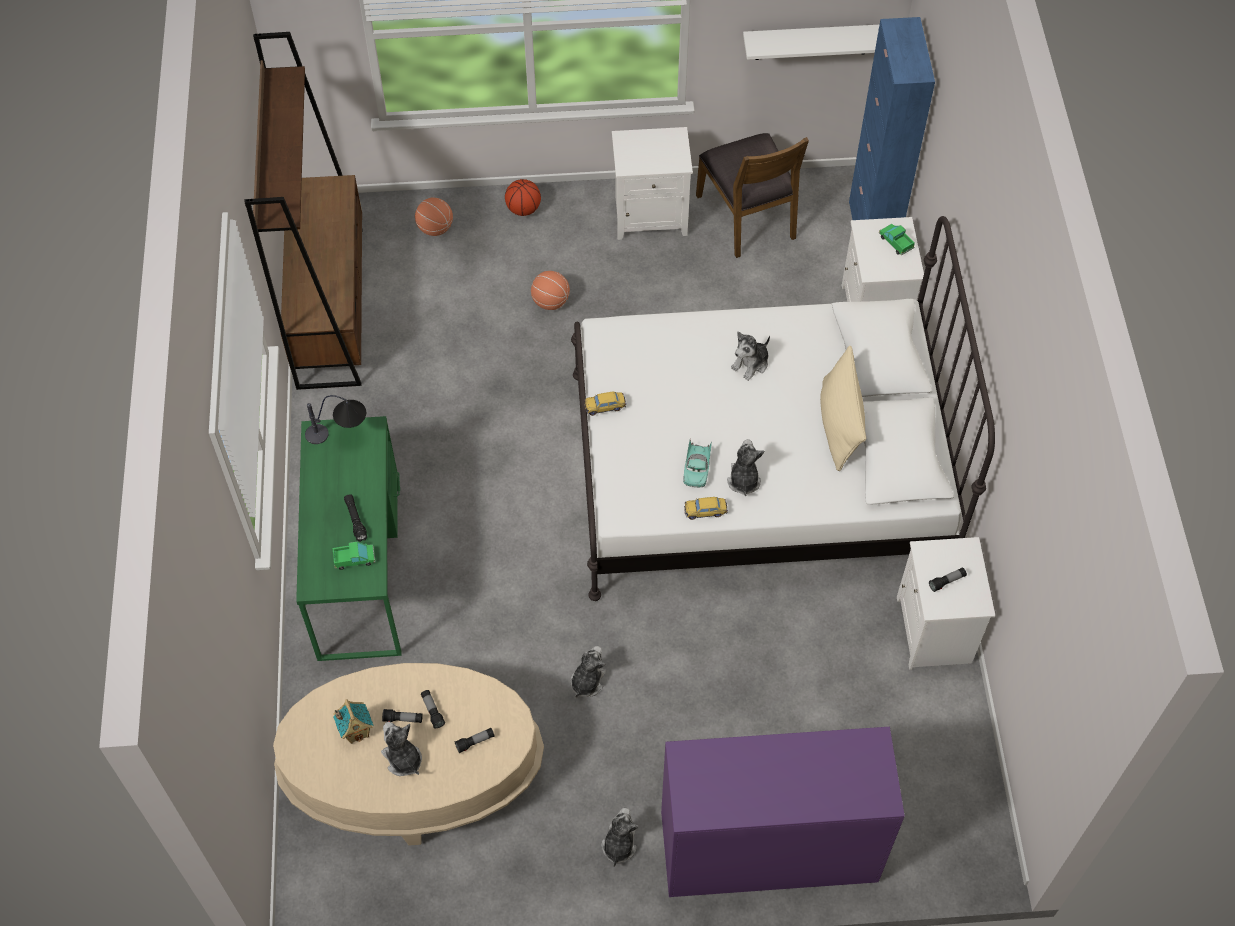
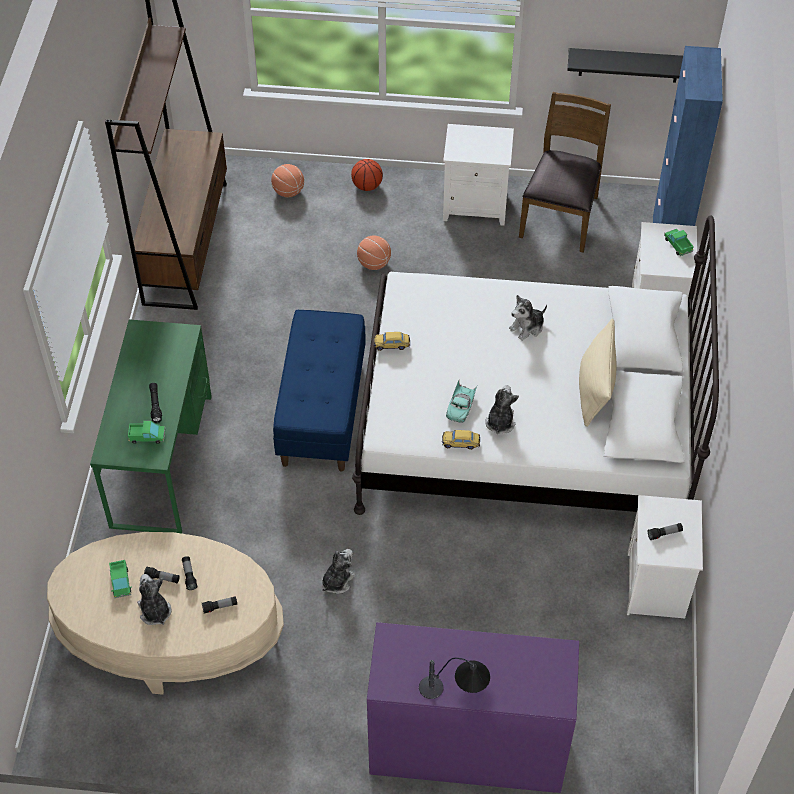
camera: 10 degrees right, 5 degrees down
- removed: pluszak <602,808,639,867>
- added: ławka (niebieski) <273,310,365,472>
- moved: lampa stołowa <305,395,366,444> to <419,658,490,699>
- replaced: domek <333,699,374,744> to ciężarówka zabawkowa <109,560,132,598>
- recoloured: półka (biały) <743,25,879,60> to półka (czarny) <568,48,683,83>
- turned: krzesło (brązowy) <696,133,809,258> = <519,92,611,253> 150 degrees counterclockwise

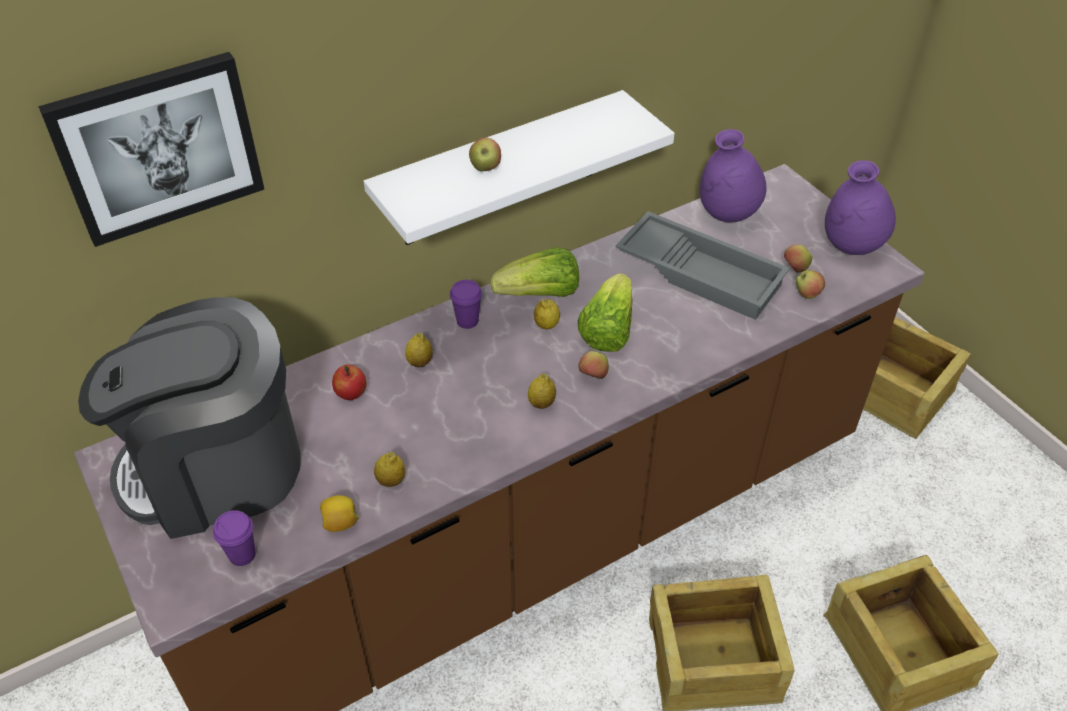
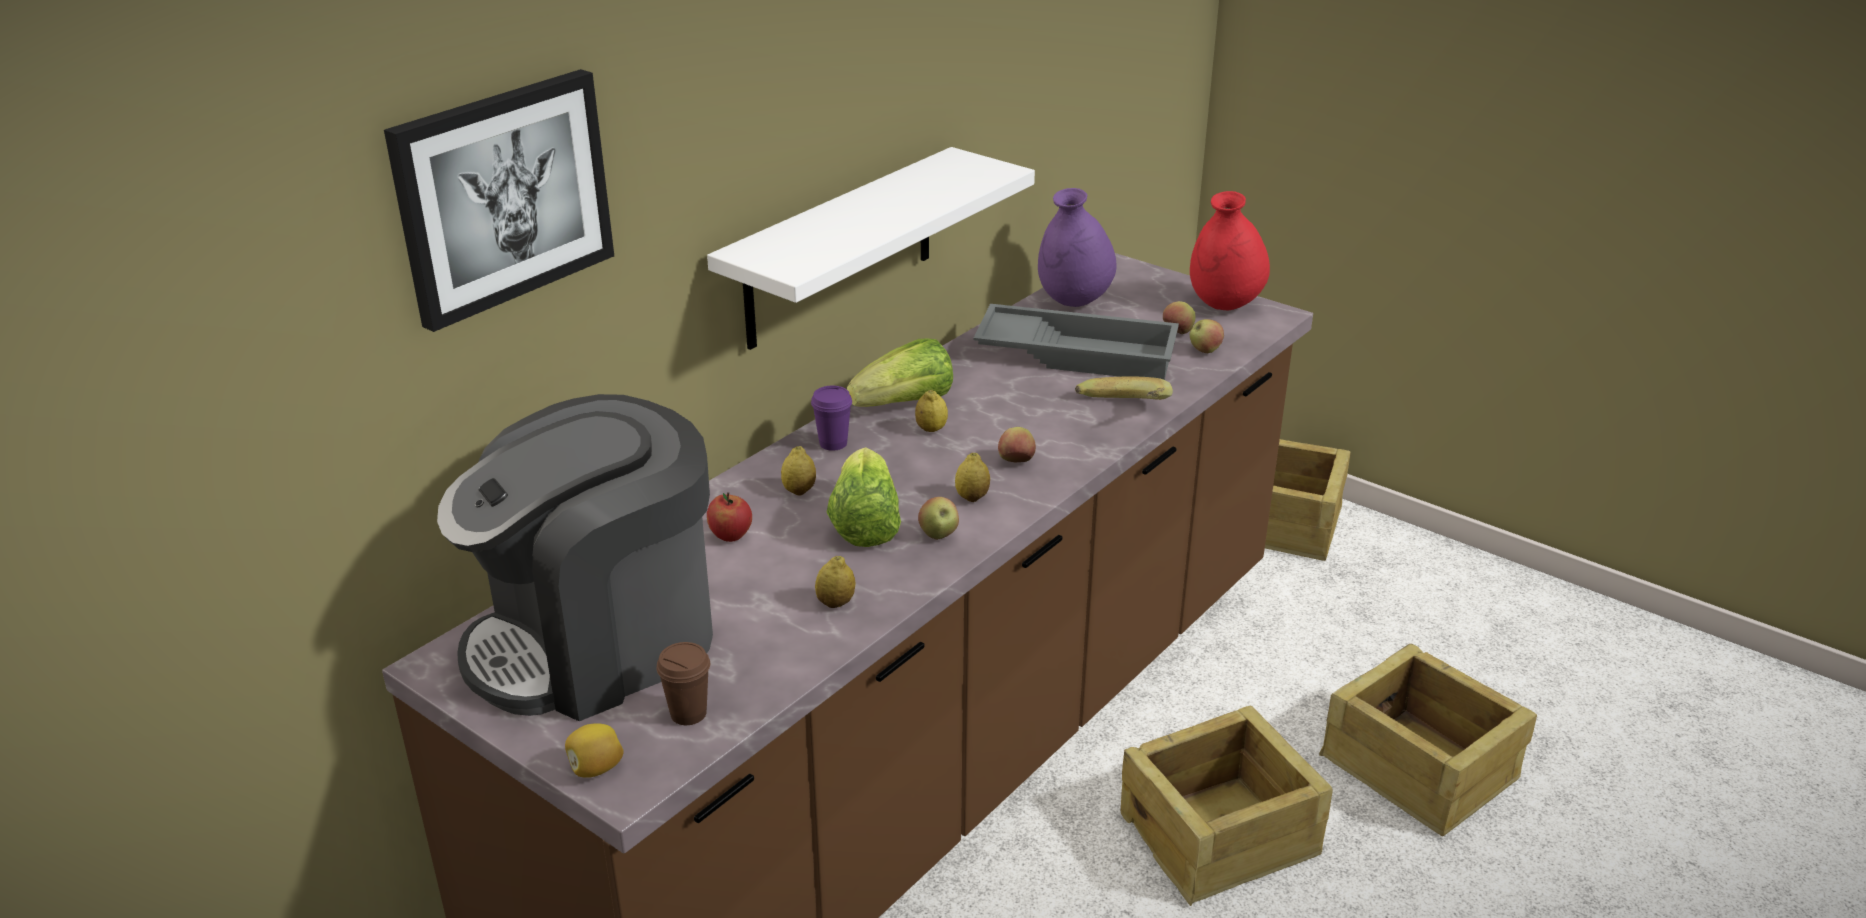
camera: 20 degrees left, 15 degrees down
- added: banan <1075,376,1173,400>
- moved: cytryna <320,495,359,532> to <565,723,624,778>
- moved: jabłko <469,138,501,171> to <918,497,959,540>
- moved: sałata <578,274,632,352> to <826,447,901,547>
- recoloured: filiżanka (fioletowy) <213,510,256,566> to filiżanka (brązowy) <656,642,710,725>
- recoloured: wazon (fioletowy) <825,160,896,255> to wazon (czerwony) <1190,191,1270,310>

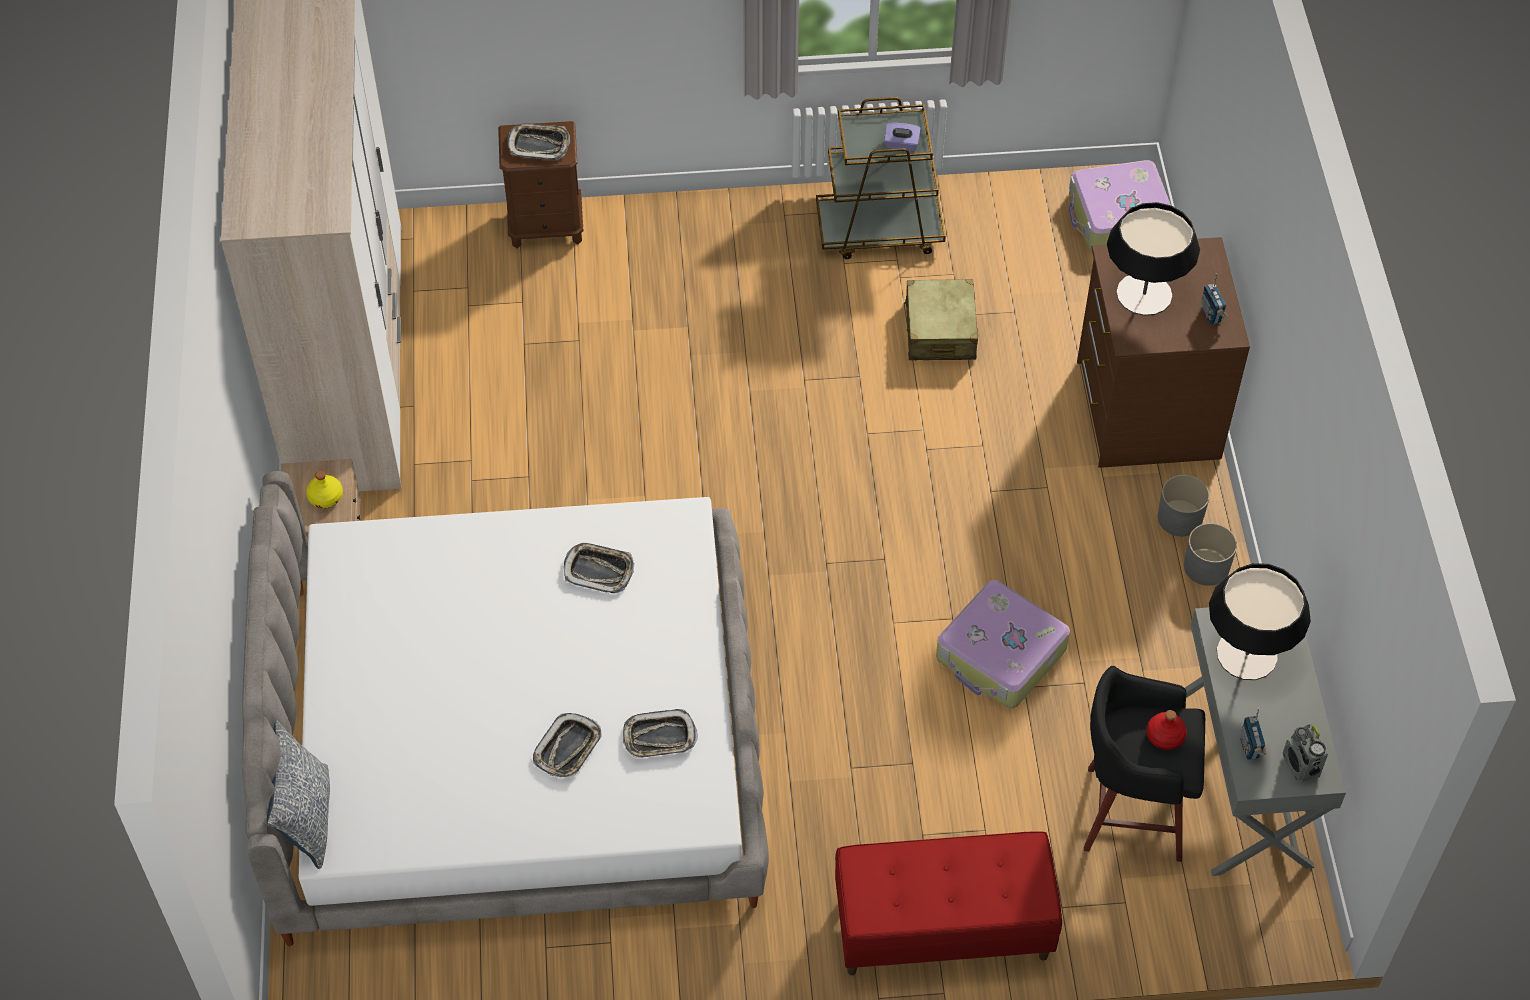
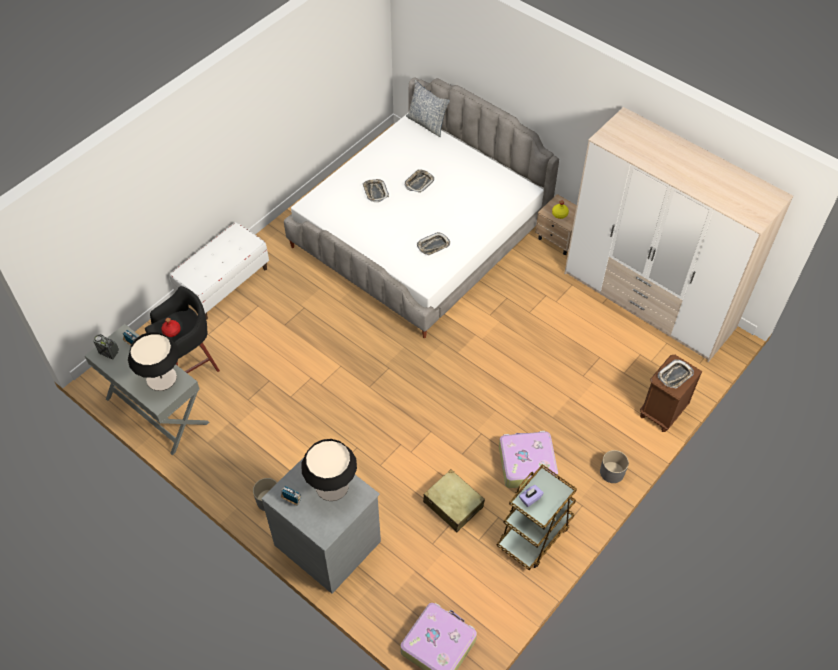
camera: 135 degrees right, 0 degrees up
- moved: taca <623,709,698,758> to <405,169,434,193>
- moved: walizka <936,580,1070,708> to <499,431,558,488>
- moved: donica (szary) <1184,523,1237,586> to <600,450,629,483>
- recoloured: ławka (czerwony) <835,831,1062,975> to ławka (biały) <170,222,269,320>
- recoloured: komoda (brązowy) <1077,237,1250,468> to komoda (szary) <261,457,381,594>

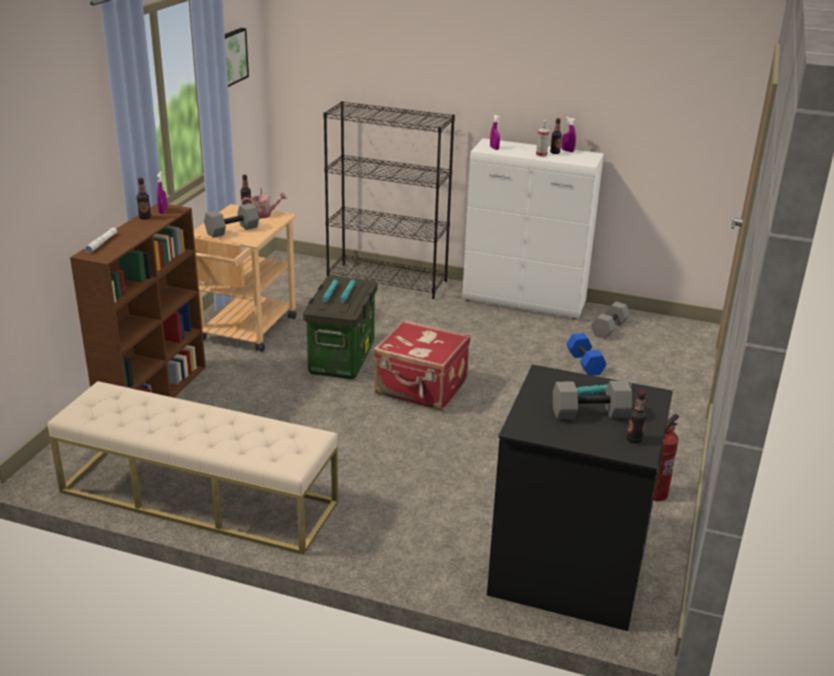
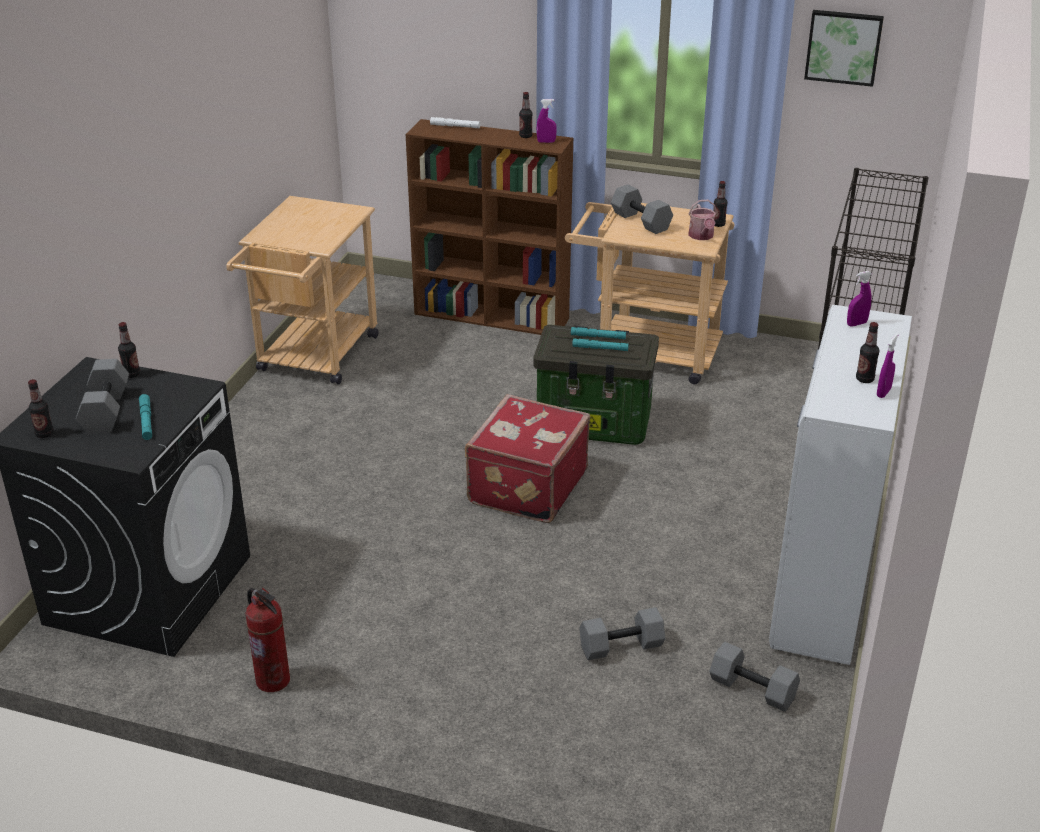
camera: 90 degrees right, 5 degrees up
- removed: spryskiwacz <536,120,549,157>
- added: butelka <118,322,140,378>
- replaced: ławka (beżowy) <48,381,338,555> to wózek (beżowy) <226,196,379,384>
- recoloured: hantel (niebieski) <567,333,607,375> to hantel (szary) <579,607,665,660>

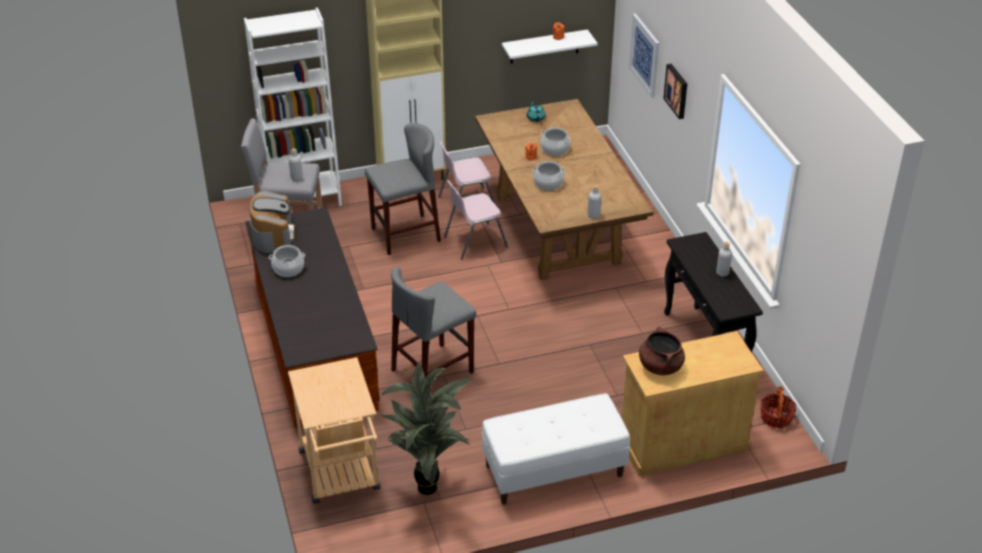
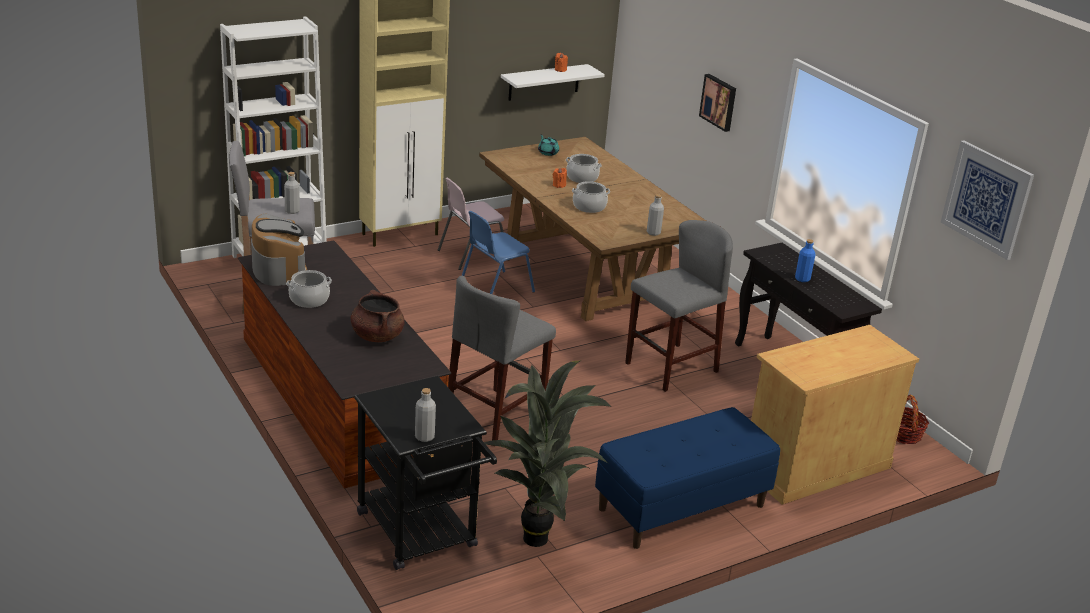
camera: 15 degrees left, 10 degrees down
- added: butelka (niebieski) <795,239,816,282>
- moved: stołek (szary) <365,123,441,255> to <625,220,733,392>
- moved: obraz <629,14,659,98> to <941,141,1034,260>
- moved: garnek (brązowy) <639,326,685,375> to <351,289,405,342>
- moved: butelka (szary) <716,242,732,277> to <415,388,436,442>
- recoloured: wózek (beżowy) <288,357,380,504> to wózek (czarny) <354,376,497,570>
- recoloured: krzesło (różowy) <444,180,508,260> to krzesło (niebieski) <462,211,535,294>
- recoloured: ławka (biały) <482,393,630,505> to ławka (niebieski) <595,407,780,549>

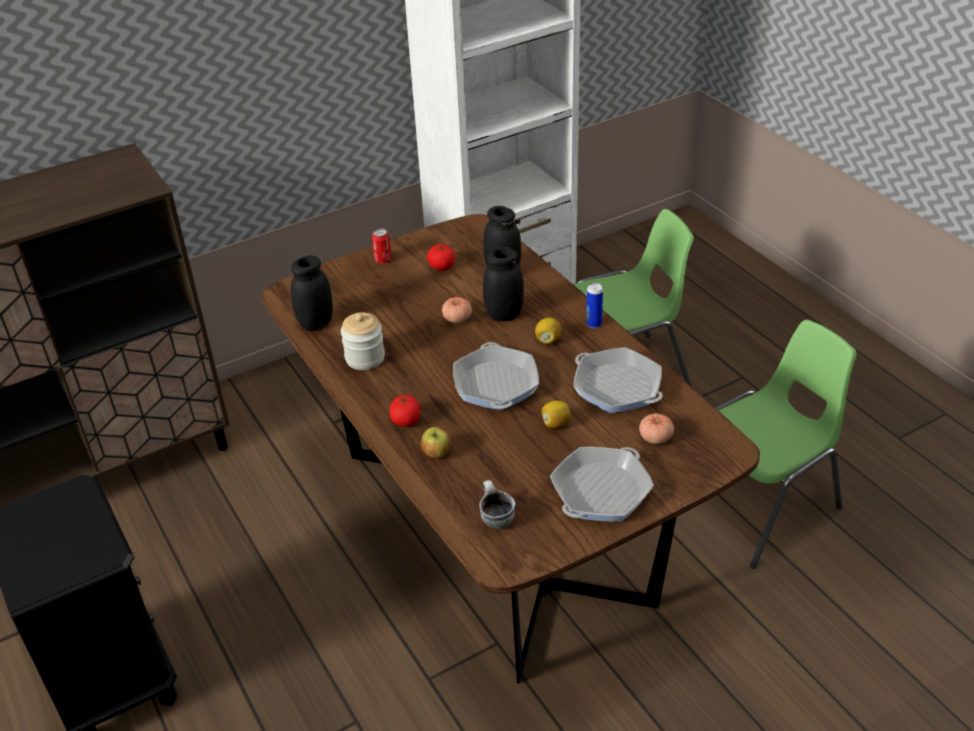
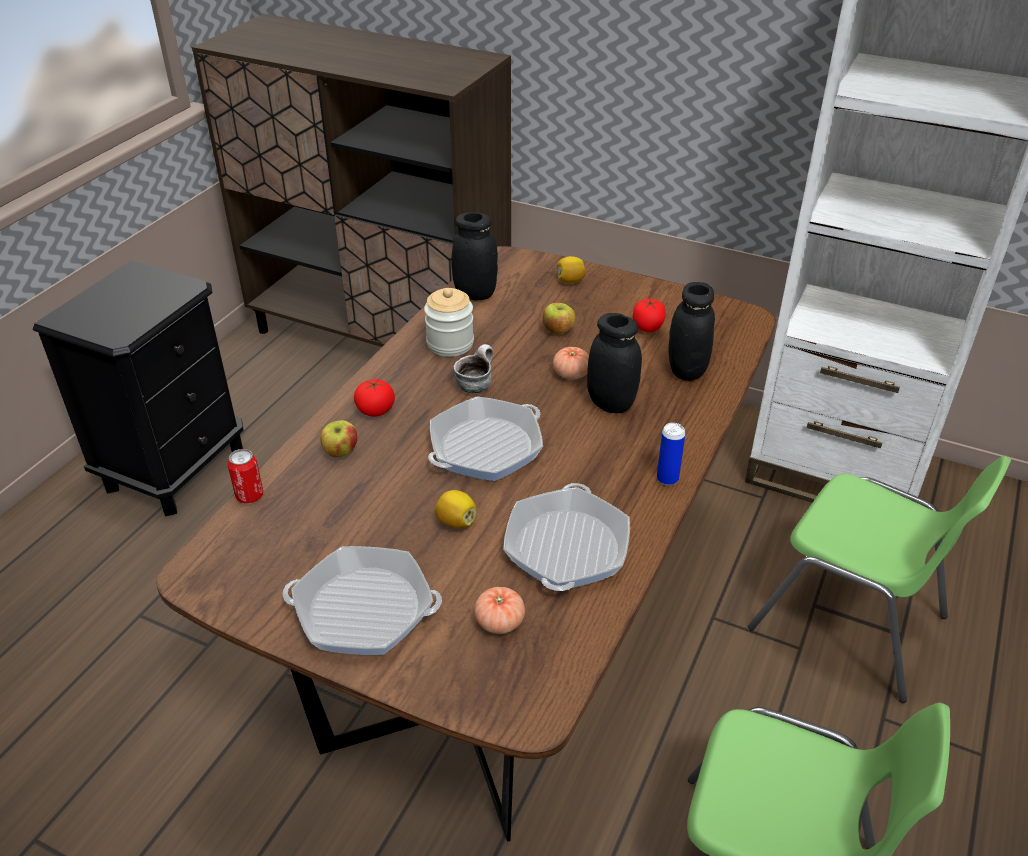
camera: 55 degrees right, 0 degrees up
- added: jabłko <543,302,576,335>
- moved: puszka <372,228,392,264> to <227,449,263,504>
- moved: kubek <479,480,515,529> to <454,344,493,393>
- moved: cytryna <535,318,561,344> to <557,256,586,284>

